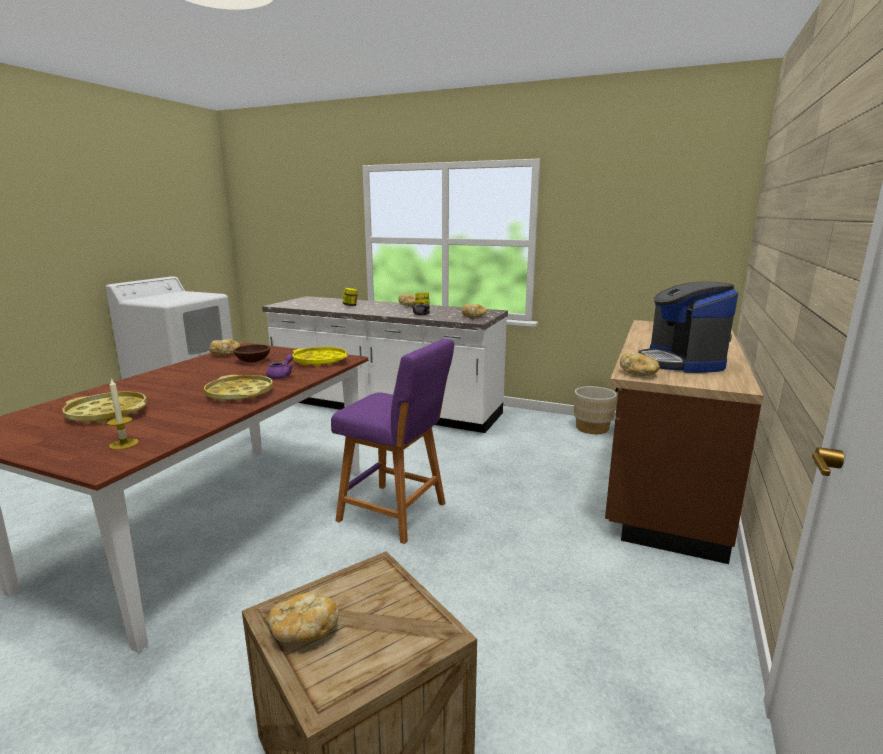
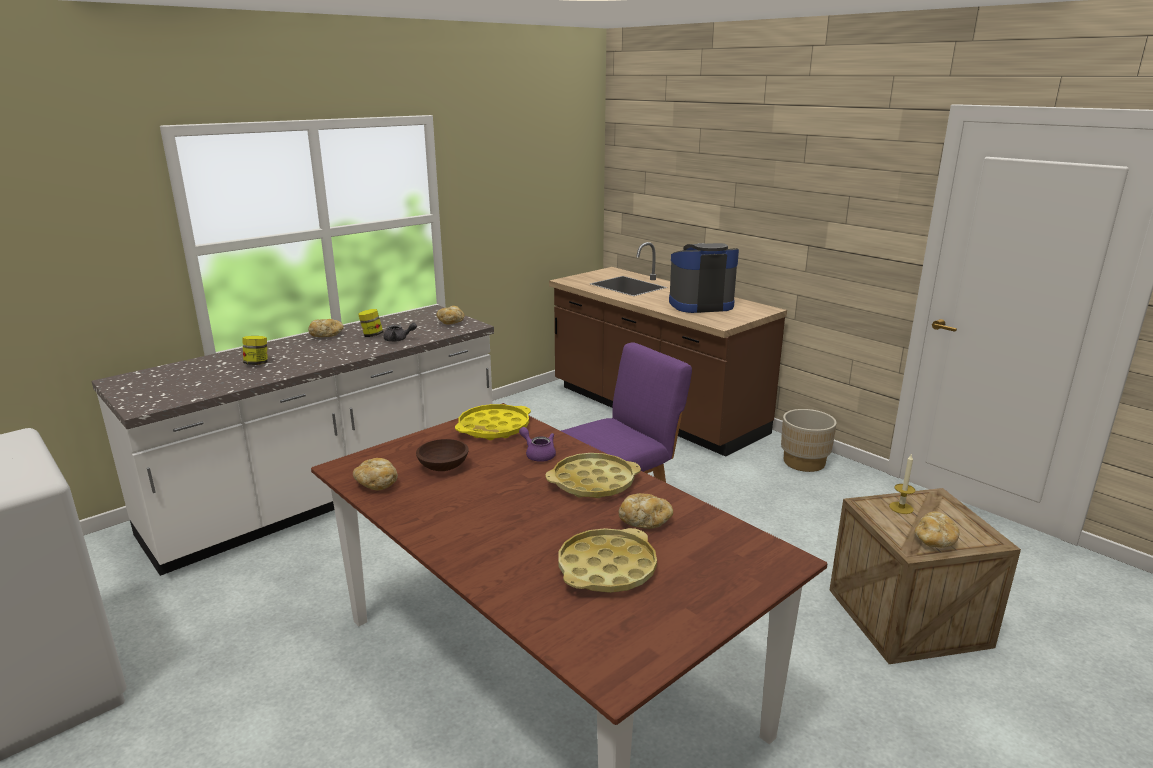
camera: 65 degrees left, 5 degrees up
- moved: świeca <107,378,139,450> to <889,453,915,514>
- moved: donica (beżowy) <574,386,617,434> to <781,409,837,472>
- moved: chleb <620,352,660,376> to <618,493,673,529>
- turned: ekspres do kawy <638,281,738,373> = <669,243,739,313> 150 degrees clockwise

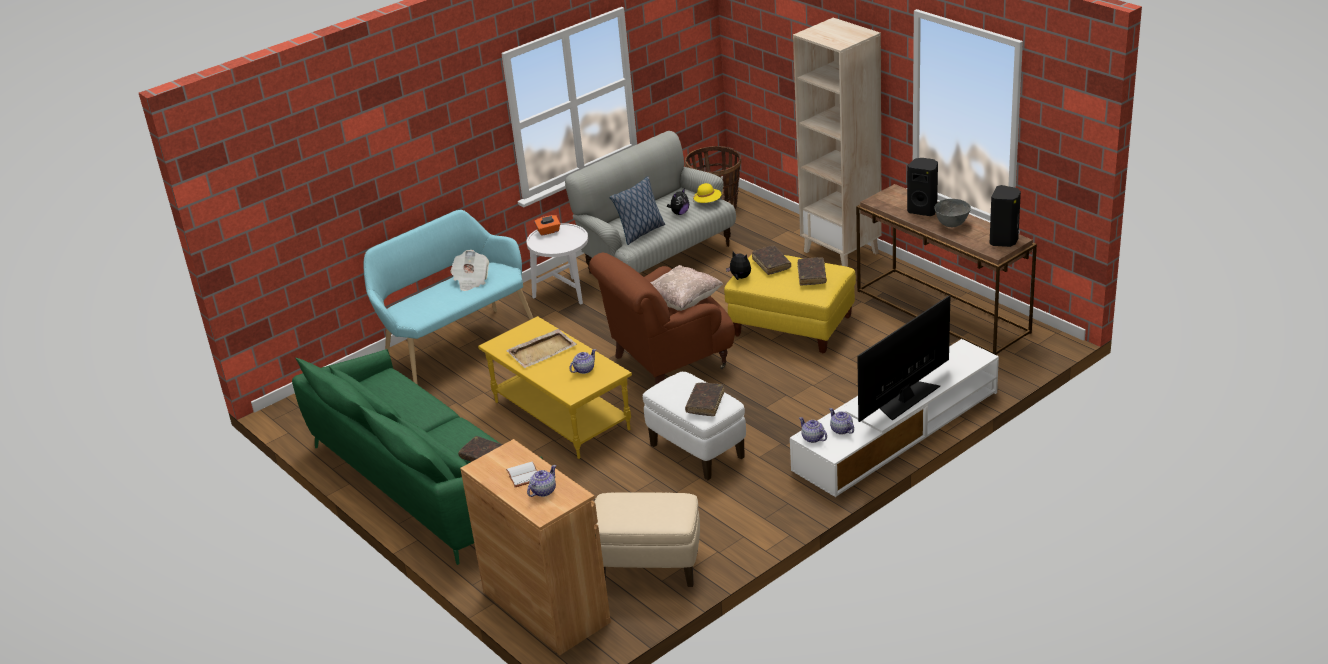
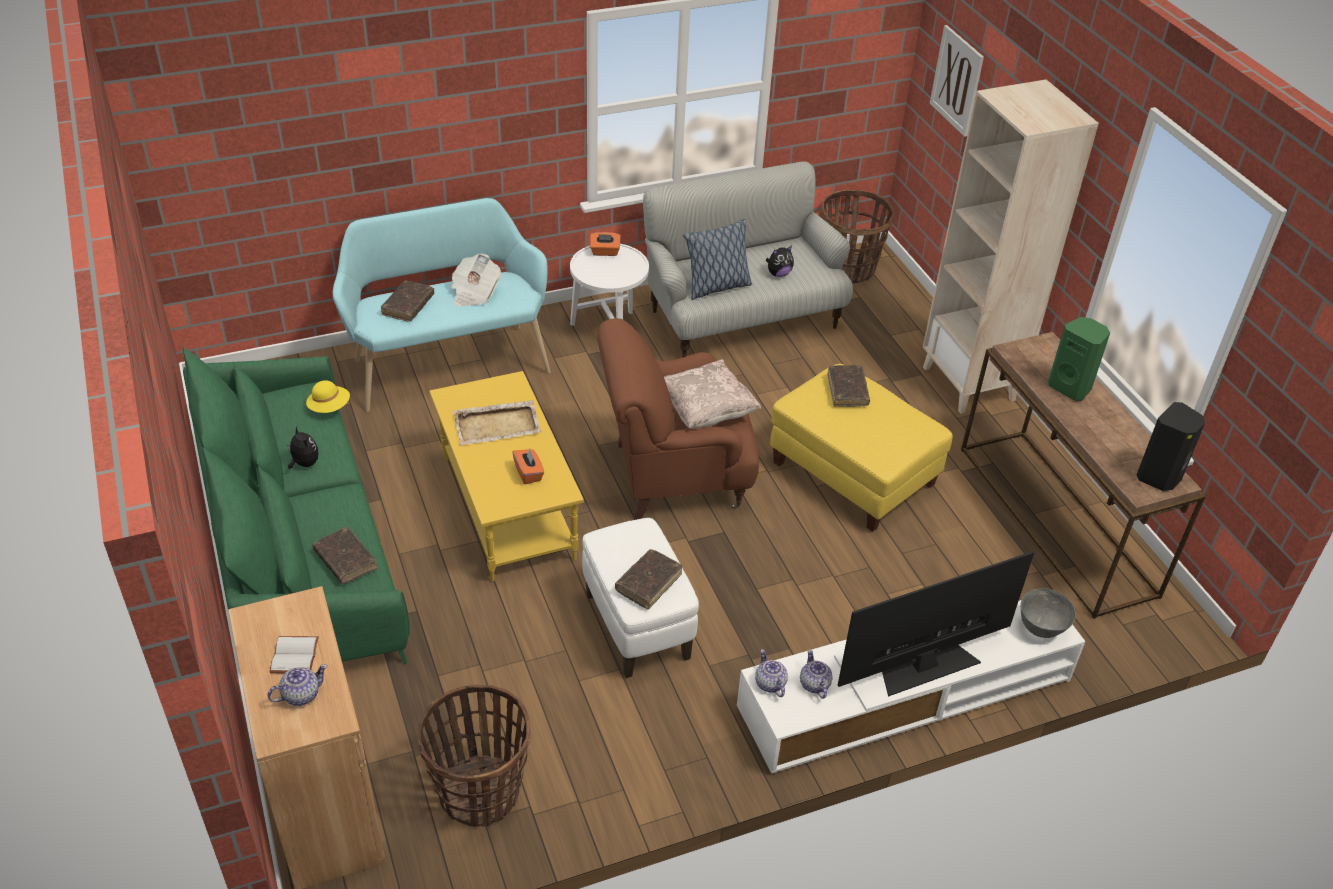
camera: 15 degrees right, 10 degrees up
- added: obraz <930,25,984,137>
- moved: kapelusz (żółty) <693,183,721,203> to <306,380,350,413>
- moved: pluszak <726,252,751,280> to <287,426,319,469>
- moved: książka (brązowy) <797,257,827,286> to <380,280,434,321>
- moved: miska (szary) <934,199,971,228> to <1021,588,1076,638>
- replaced: imbryk <569,349,596,374> to pudełko chusteczek (pomarańczowy) <512,448,544,484>
- replaced: pufa (beżowy) <595,492,700,587> to koszyk <418,685,531,827>
- recoloured: głośnik (czarny) <907,158,938,216> to głośnik (zielony) <1048,317,1110,401>

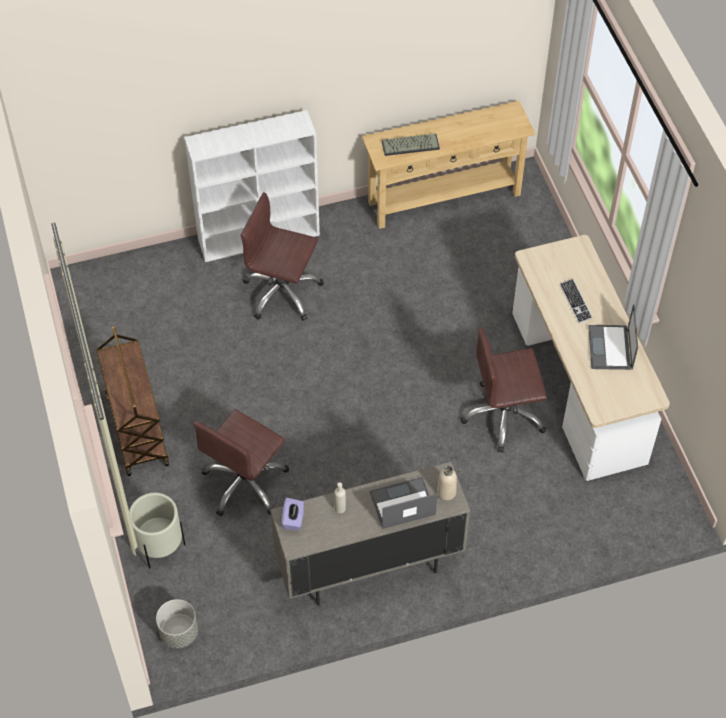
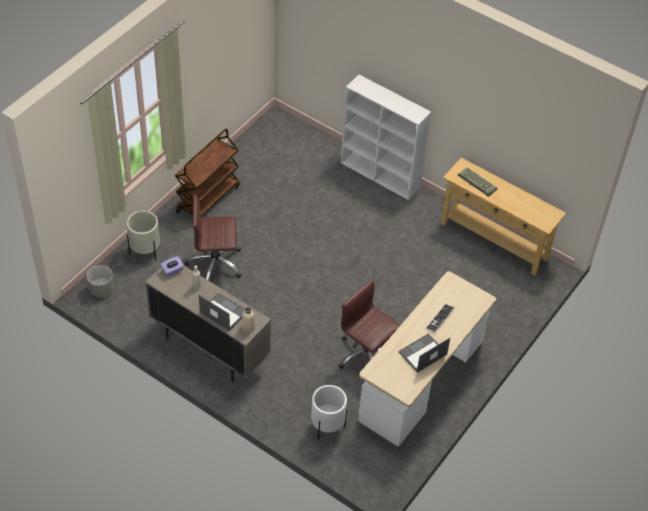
camera: 50 degrees right, 5 degrees down
- removed: krzesło biurowe (brązowy) <241,192,324,321>
- added: donica (biały) <311,385,347,440>

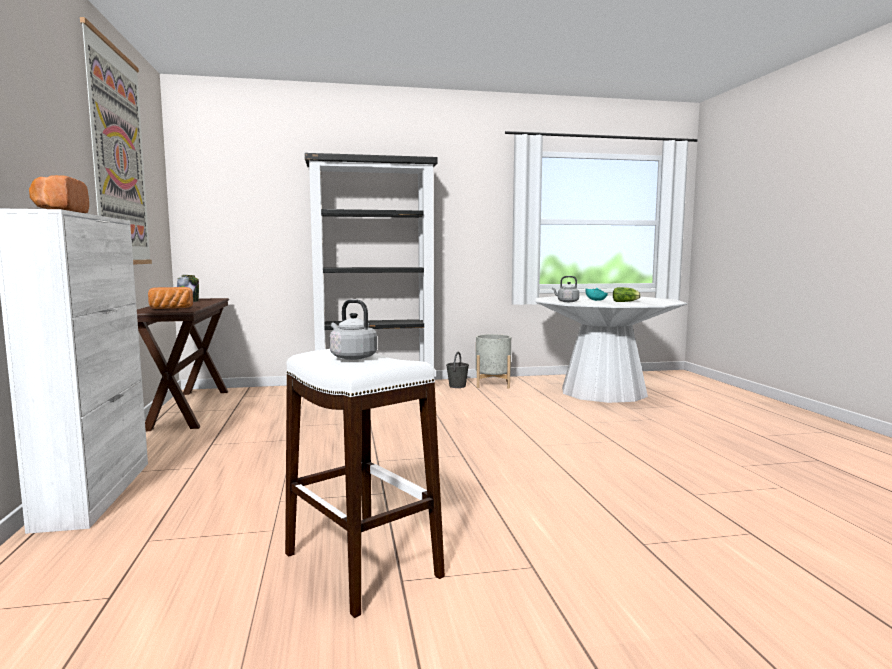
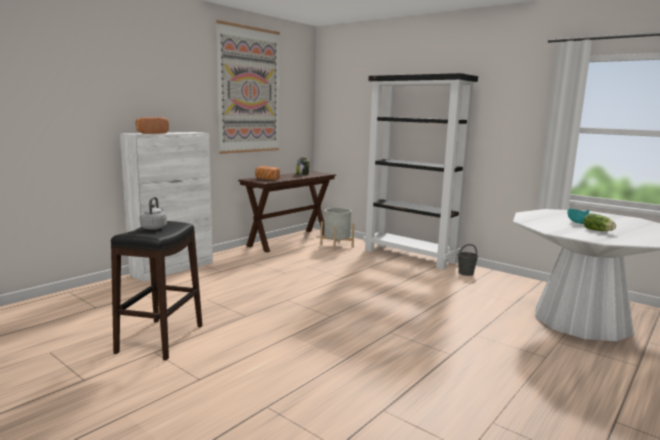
camera: 50 degrees right, 5 degrees up
- removed: czajnik (szary) <552,276,579,302>
- moved: donica (szary) <476,334,511,388> to <320,208,355,251>
- recoloured: stołek (biały) <285,349,445,618> to stołek (czarny) <111,221,203,360>

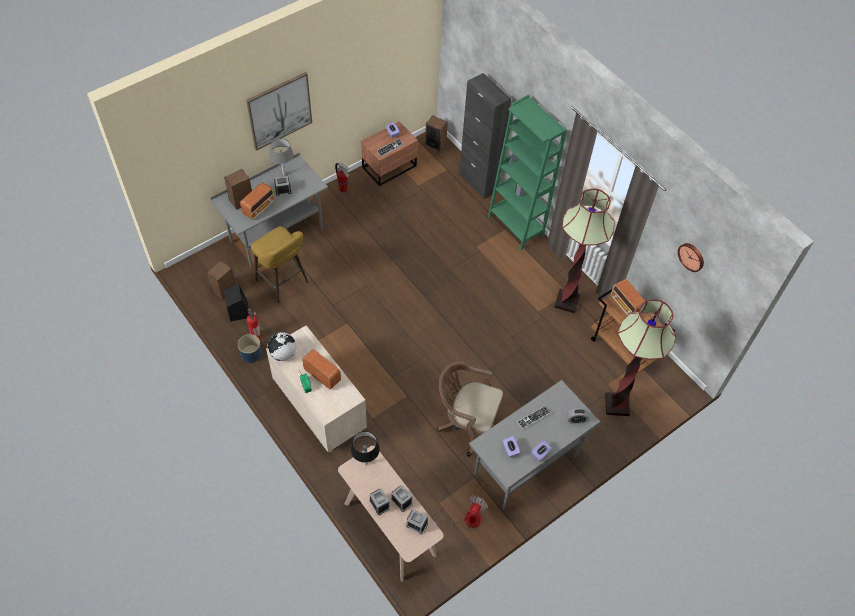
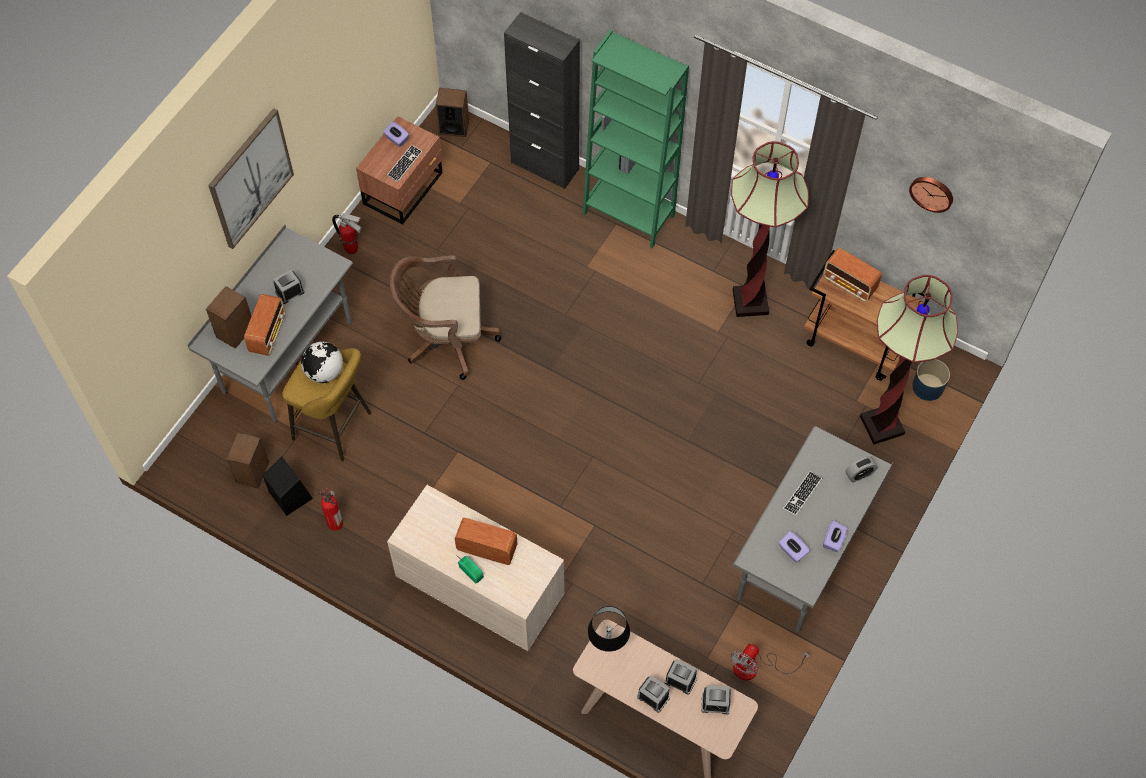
camera: 20 degrees left, 5 degrees up
- removed: lampa stołowa (szary) <269,138,293,176>
- moved: donica (niebieski) <238,334,262,363> to <912,359,950,401>
- moved: globus <267,332,296,361> to <301,342,343,383>
- moved: krzesło biurowe (brązowy) <437,362,503,457> to <390,255,501,380>
- turned: wentylator <435,496,488,532> = <730,644,809,680> 150 degrees counterclockwise

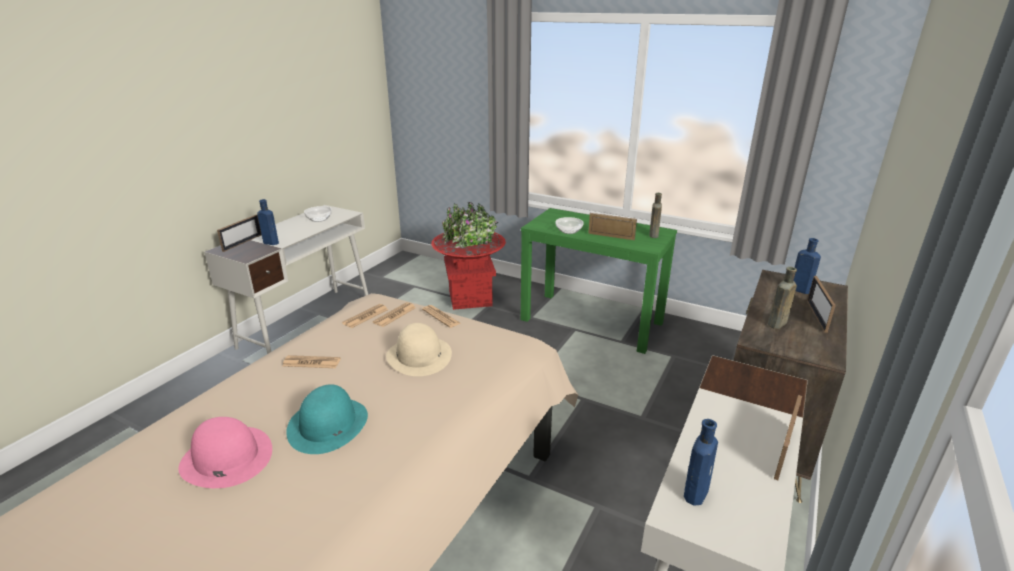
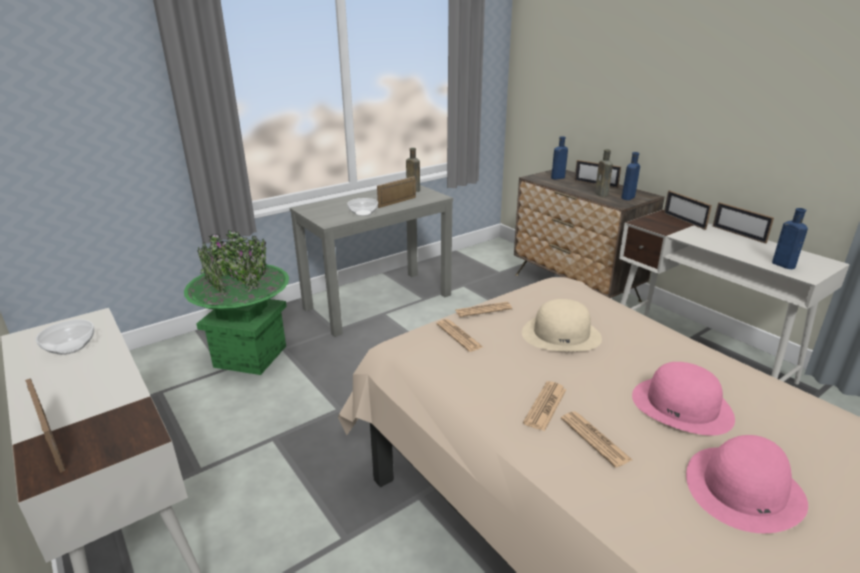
camera: 65 degrees left, 0 degrees up
- added: ramka na zdjęcie <664,190,712,230>
- moved: butelka (niebieski) <257,199,279,245> to <621,152,640,200>
- moved: gazeta <342,304,388,328> to <561,411,632,467>
- recoloured: kapelusz (turkusowy) <286,384,368,454> to kapelusz (różowy) <632,362,735,436>
- recoloured: donica (czerwony) <431,202,506,310> to donica (zielony) <184,230,289,375>
- recoloured: stolik konsolowy (zielony) <521,208,677,354> to stolik konsolowy (szary) <290,185,453,337>

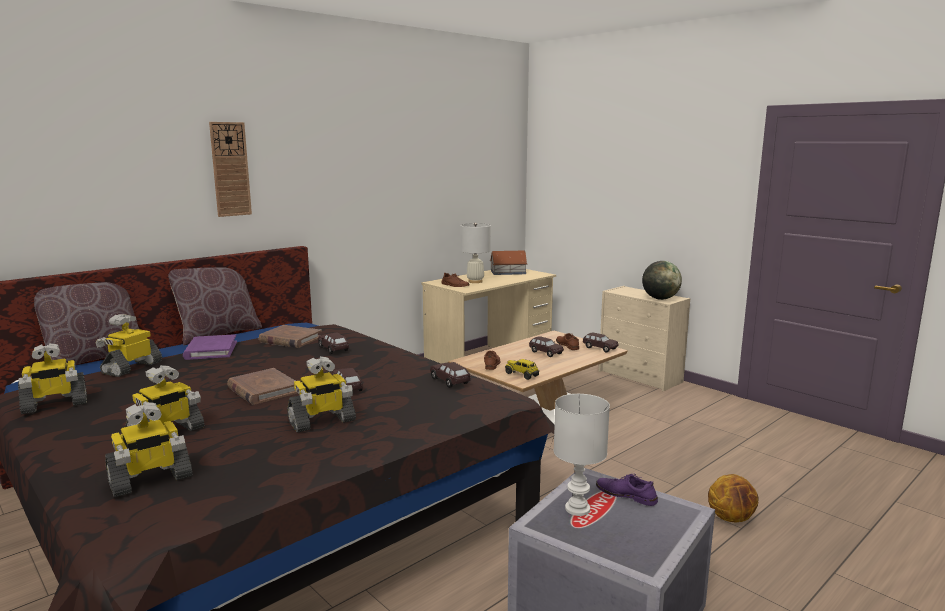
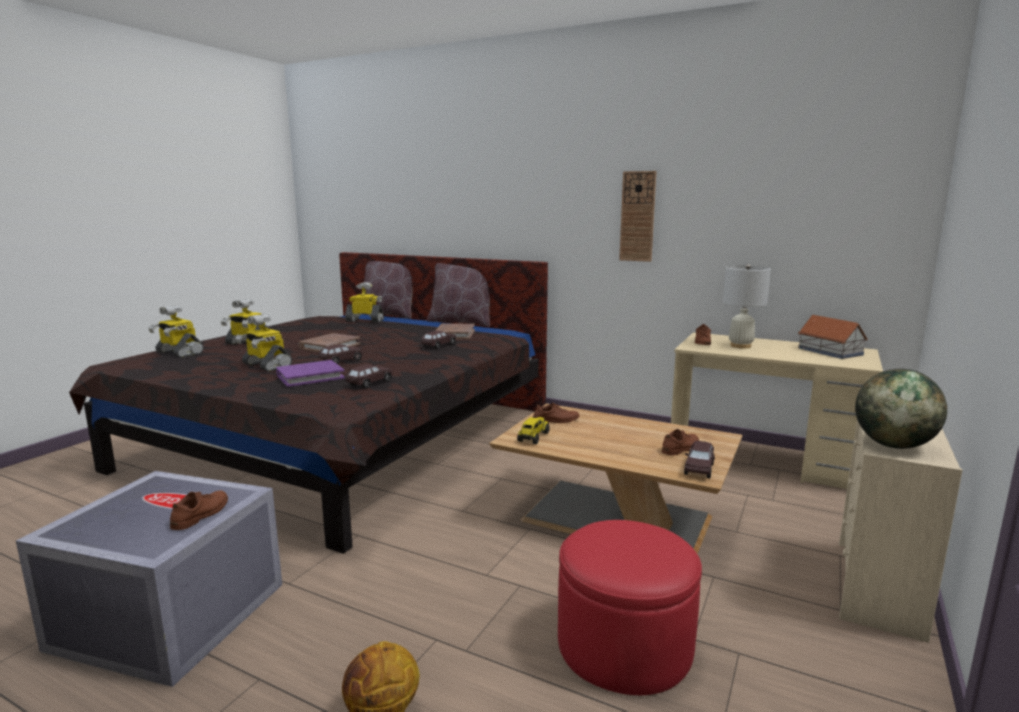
camera: 70 degrees right, 0 degrees up
- removed: robot zabawkowy <18,343,87,414>
- removed: samochodzik (brązowy) <529,336,564,357>
- removed: lampa stołowa (biały) <554,394,610,516>
- added: pufa (czerwony) <558,520,702,695>
- moved: książka (fioletowy) <183,334,237,360> to <276,360,345,387>
- moved: zegar ścienny <209,122,252,217> to <619,171,657,262>
- recoloured: but (fioletowy) <596,474,658,506> to but (brązowy) <170,490,228,530>

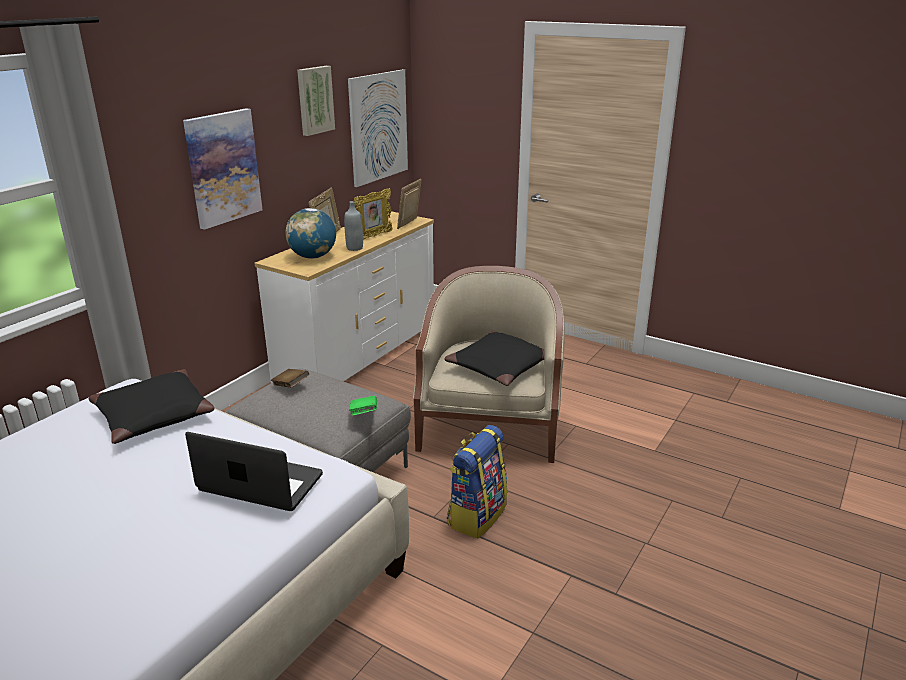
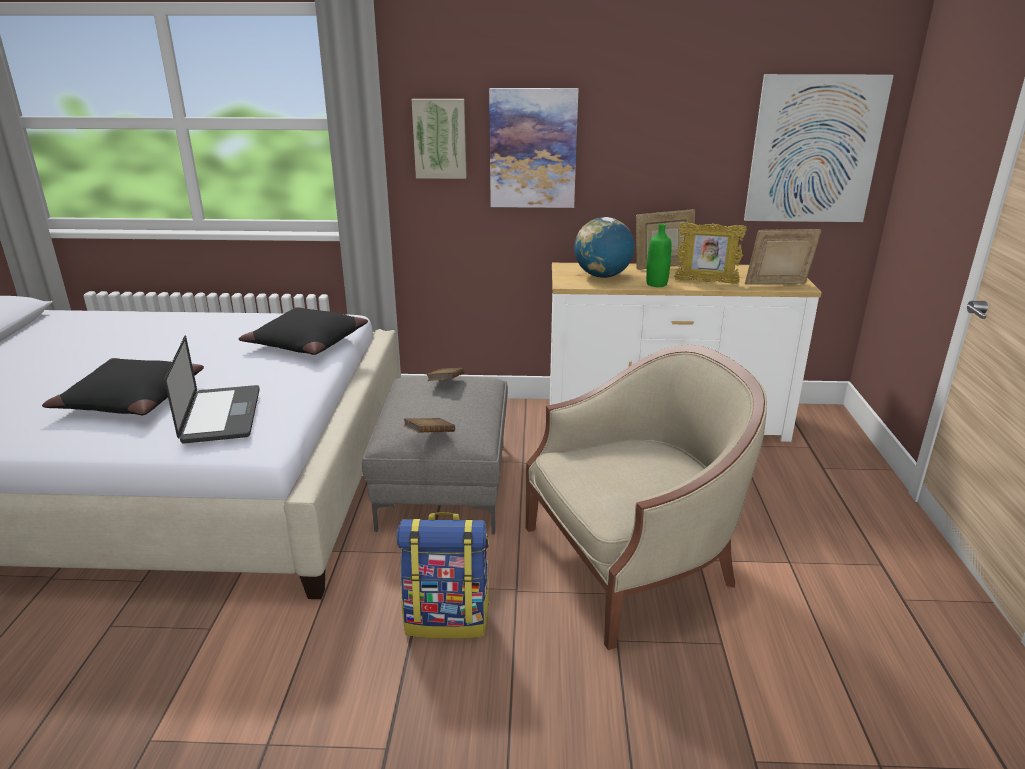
camera: 60 degrees right, 0 degrees up
- moved: obraz <297,66,335,136> to <411,99,467,179>
- moved: poduszka (czarny) <444,330,544,386> to <42,358,204,415>
- recoloured: butelka (szary) <344,201,363,251> to butelka (zielony) <646,224,672,287>
- recoloured: książka (zielony) <349,396,377,416> to książka (brązowy) <404,418,455,433>

